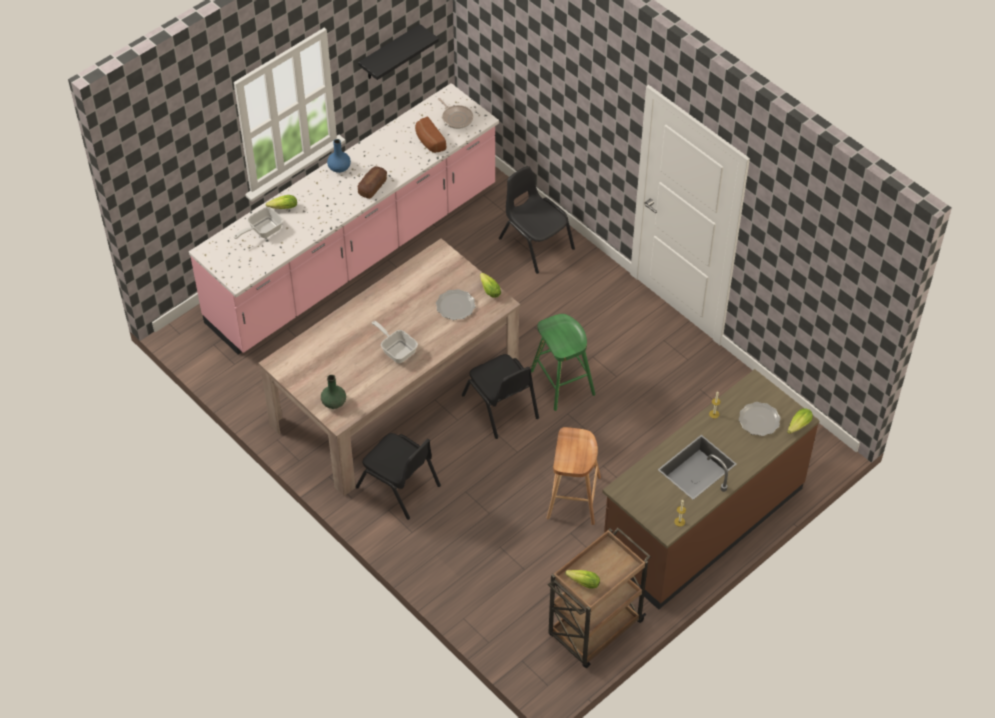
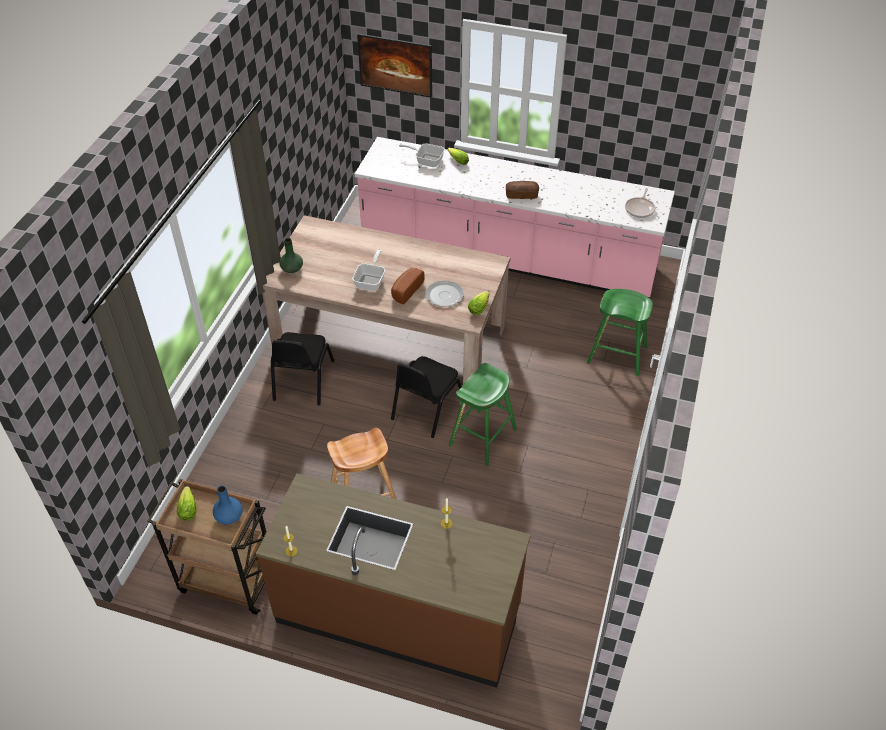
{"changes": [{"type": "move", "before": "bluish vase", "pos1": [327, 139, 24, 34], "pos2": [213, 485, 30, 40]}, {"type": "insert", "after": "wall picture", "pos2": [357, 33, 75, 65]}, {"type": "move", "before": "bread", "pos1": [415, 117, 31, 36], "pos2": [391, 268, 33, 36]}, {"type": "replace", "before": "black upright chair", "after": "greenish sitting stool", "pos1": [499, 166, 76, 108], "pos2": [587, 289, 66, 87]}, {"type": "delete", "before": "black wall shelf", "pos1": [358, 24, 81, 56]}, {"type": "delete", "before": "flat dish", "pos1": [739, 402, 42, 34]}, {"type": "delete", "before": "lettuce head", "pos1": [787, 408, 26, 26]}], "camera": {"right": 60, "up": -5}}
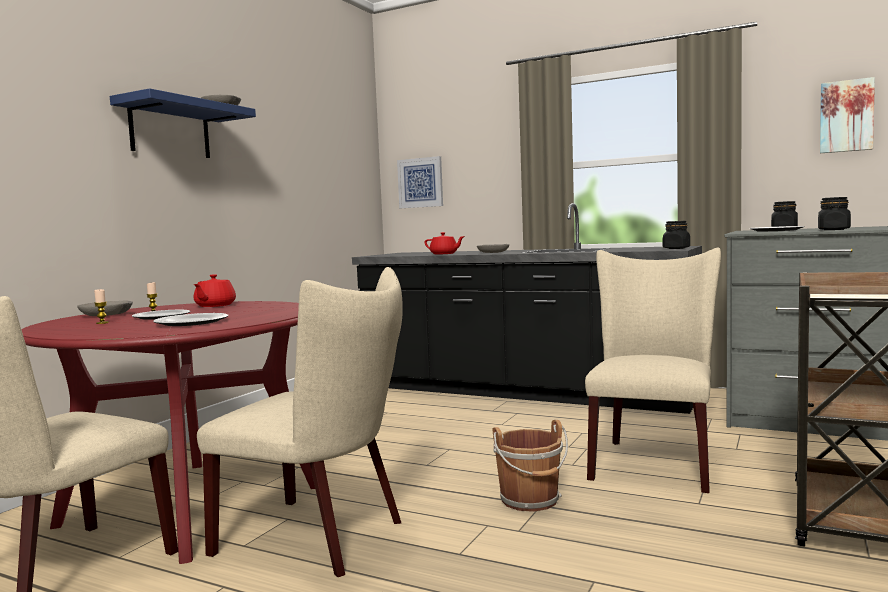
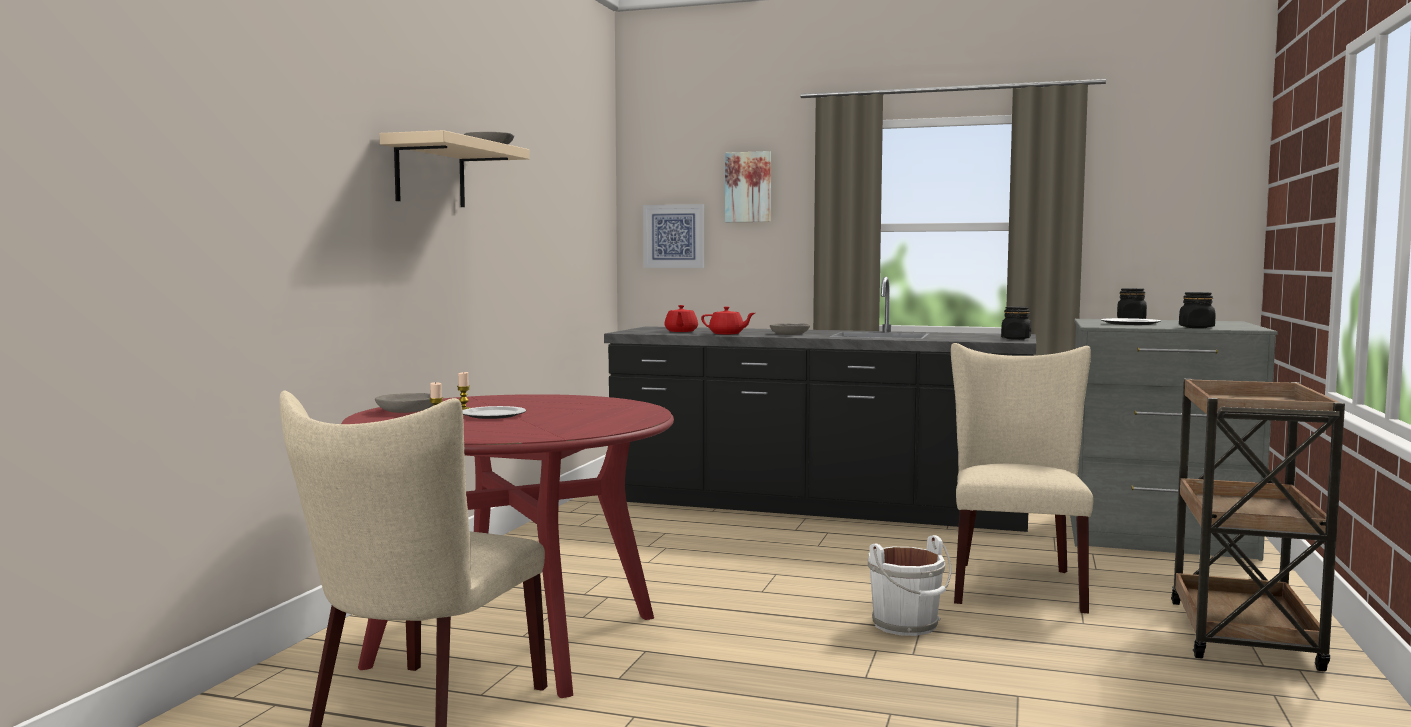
{"changes": [{"type": "recolor", "before": "bluish wall shelf", "after": "sand-coloured wall shelf", "pos1": [110, 88, 146, 70], "pos2": [379, 130, 151, 77]}, {"type": "move", "before": "reddish teapot", "pos1": [194, 274, 42, 33], "pos2": [664, 305, 34, 27]}, {"type": "move", "before": "wall picture", "pos1": [820, 77, 55, 76], "pos2": [725, 151, 46, 71]}, {"type": "recolor", "before": "brown-coloured bucket", "after": "whitish bucket", "pos1": [493, 420, 75, 92], "pos2": [868, 535, 84, 101]}, {"type": "delete", "before": "flat dish", "pos1": [153, 313, 75, 13]}, {"type": "delete", "before": "sand-coloured upright chair", "pos1": [197, 267, 206, 310]}], "camera": {"right": -10, "up": 0}}
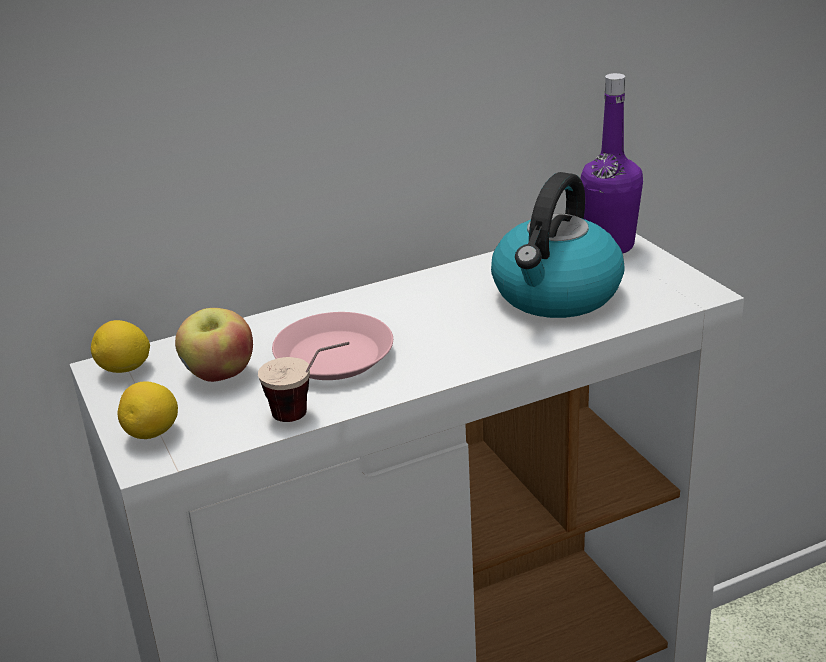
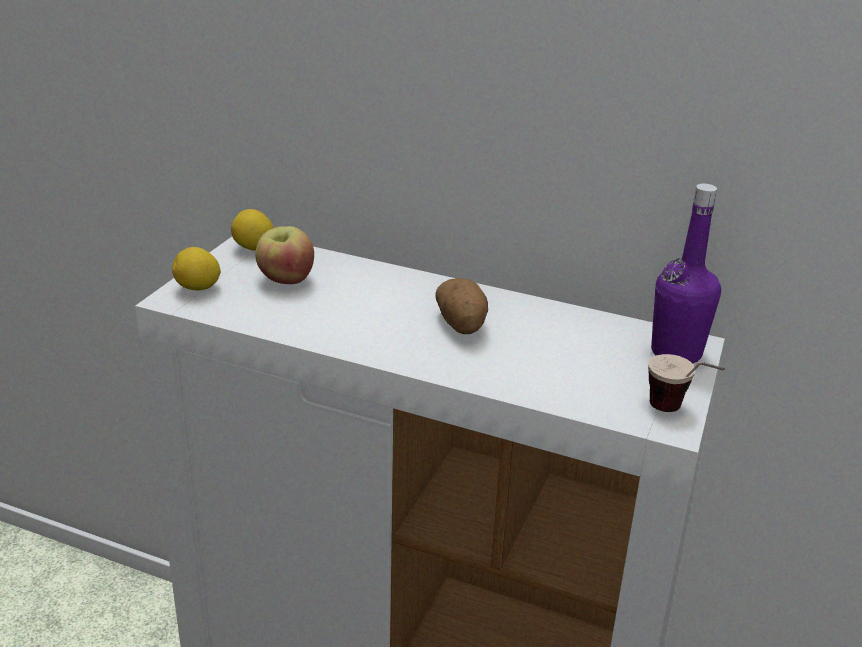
{"changes": [{"type": "insert", "after": "whole potato", "pos2": [435, 278, 53, 56]}, {"type": "move", "before": "cup", "pos1": [258, 342, 92, 80], "pos2": [648, 354, 77, 58]}, {"type": "delete", "before": "pinkish flat dish", "pos1": [272, 312, 121, 68]}, {"type": "delete", "before": "tea kettle", "pos1": [491, 172, 134, 146]}], "camera": {"right": 45, "up": 0}}
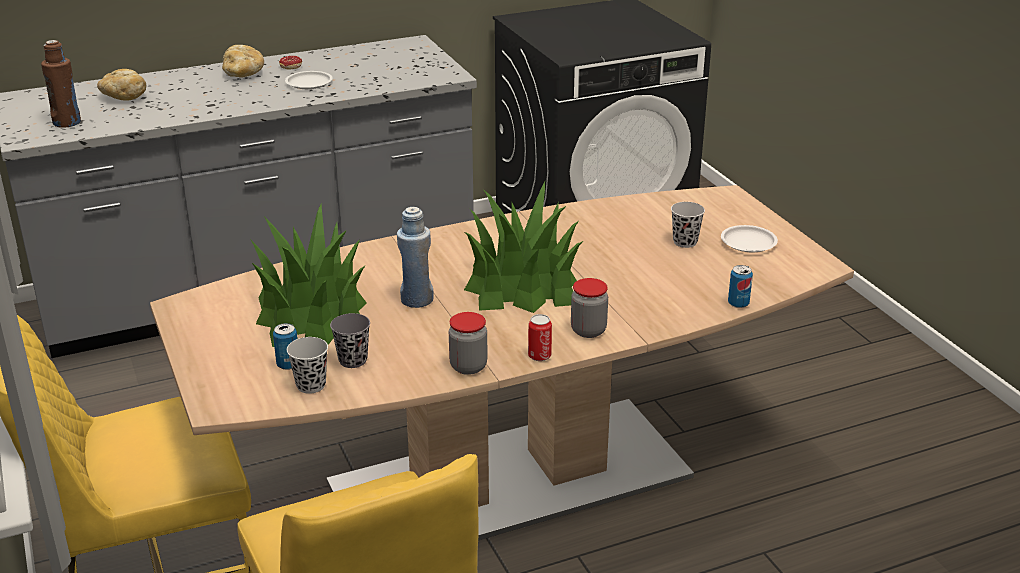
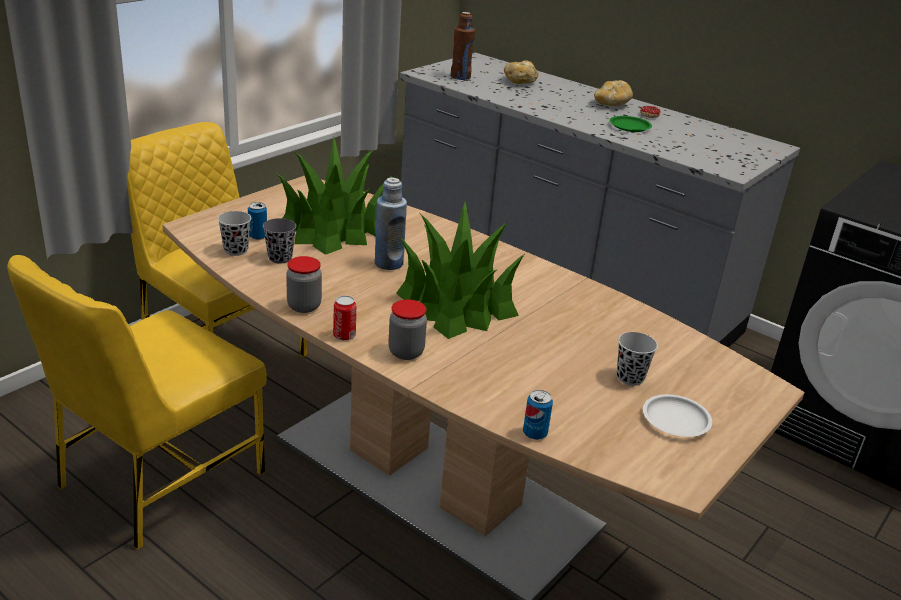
{"changes": [{"type": "recolor", "before": "whitish flat dish", "after": "greenish flat dish", "pos1": [285, 71, 48, 18], "pos2": [609, 116, 43, 16]}], "camera": {"right": 60, "up": 0}}
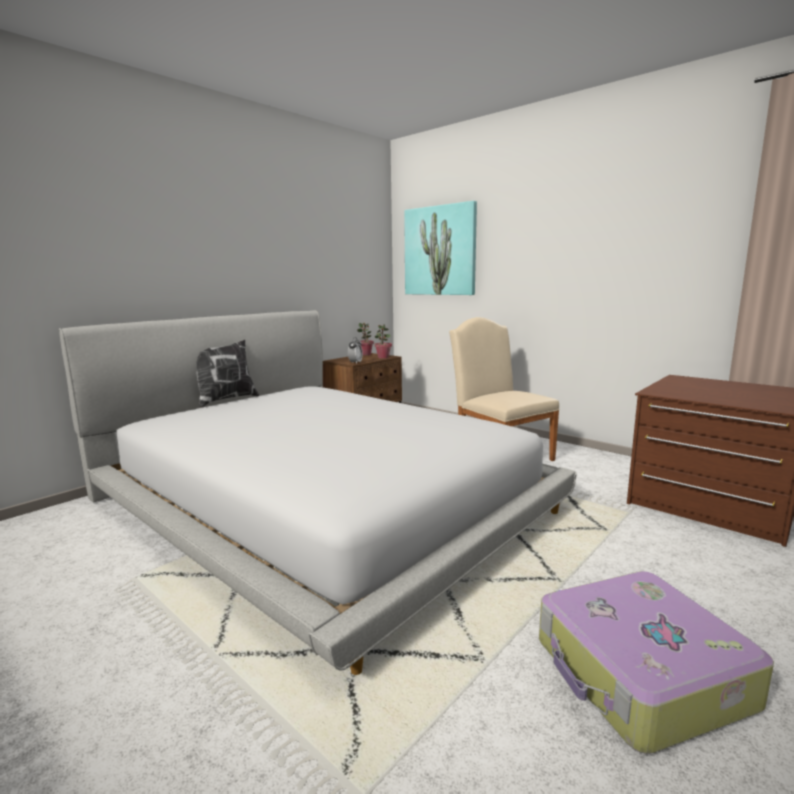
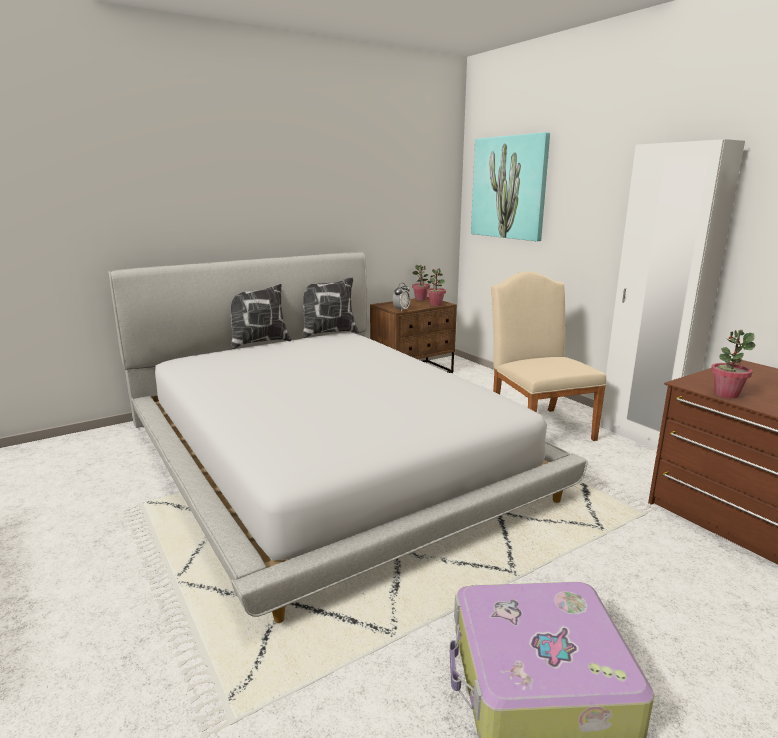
{"changes": [{"type": "insert", "after": "pillow", "pos2": [303, 277, 56, 61]}, {"type": "insert", "after": "whitish clothes cupboard", "pos2": [600, 139, 145, 311]}, {"type": "insert", "after": "houseplant", "pos2": [711, 330, 45, 68]}], "camera": {"right": 15, "up": 5}}
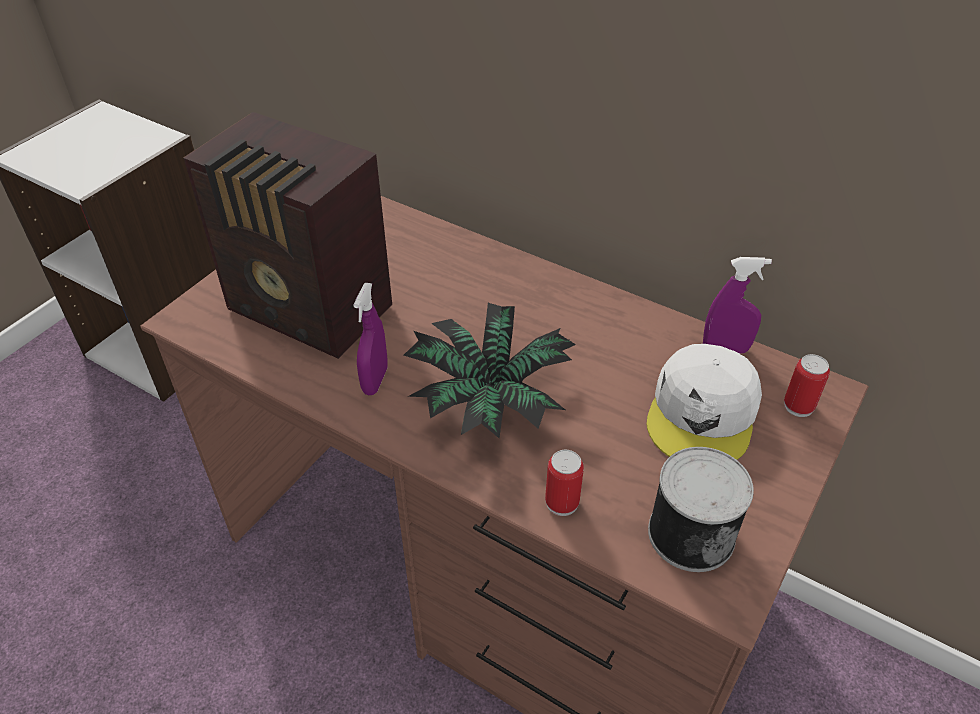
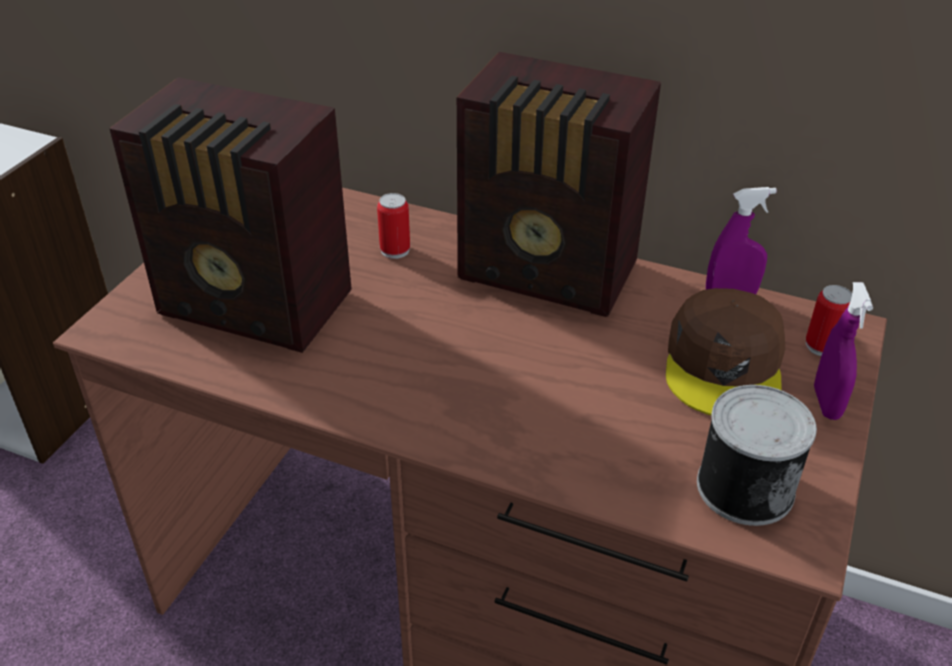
{"changes": [{"type": "move", "before": "metal can", "pos1": [545, 450, 39, 66], "pos2": [377, 193, 33, 66]}, {"type": "insert", "after": "radio set", "pos2": [456, 52, 205, 265]}, {"type": "recolor", "before": "whitish baseball cap", "after": "brown-coloured baseball cap", "pos1": [646, 344, 116, 116], "pos2": [666, 288, 119, 128]}, {"type": "move", "before": "purplish hand sprayer", "pos1": [354, 283, 33, 112], "pos2": [814, 282, 59, 138]}, {"type": "delete", "before": "houseplant", "pos1": [404, 303, 172, 135]}], "camera": {"right": -10, "up": -5}}
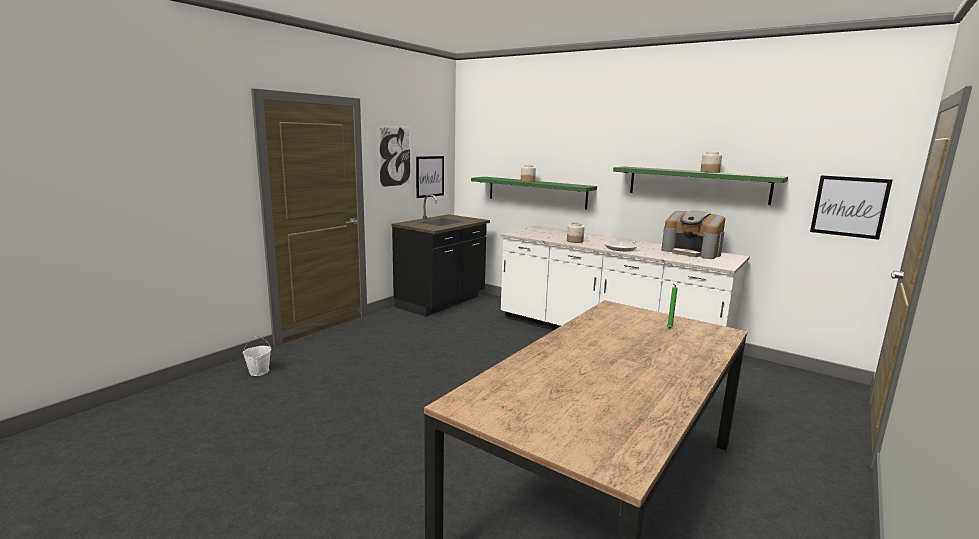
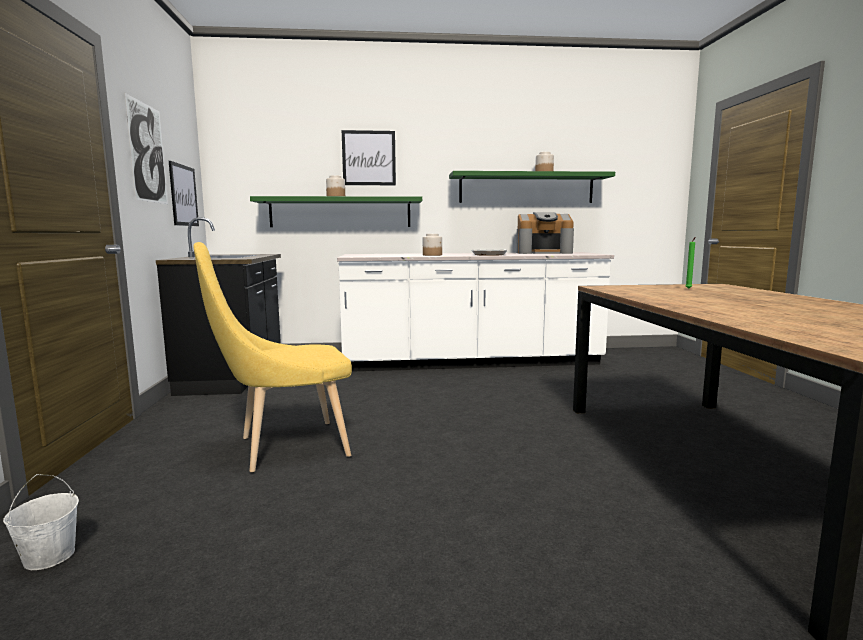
{"changes": [{"type": "insert", "after": "yellow-coloured upright chair", "pos2": [193, 242, 159, 230]}, {"type": "move", "before": "wall picture", "pos1": [810, 175, 82, 65], "pos2": [342, 130, 54, 55]}], "camera": {"right": -40, "up": -5}}
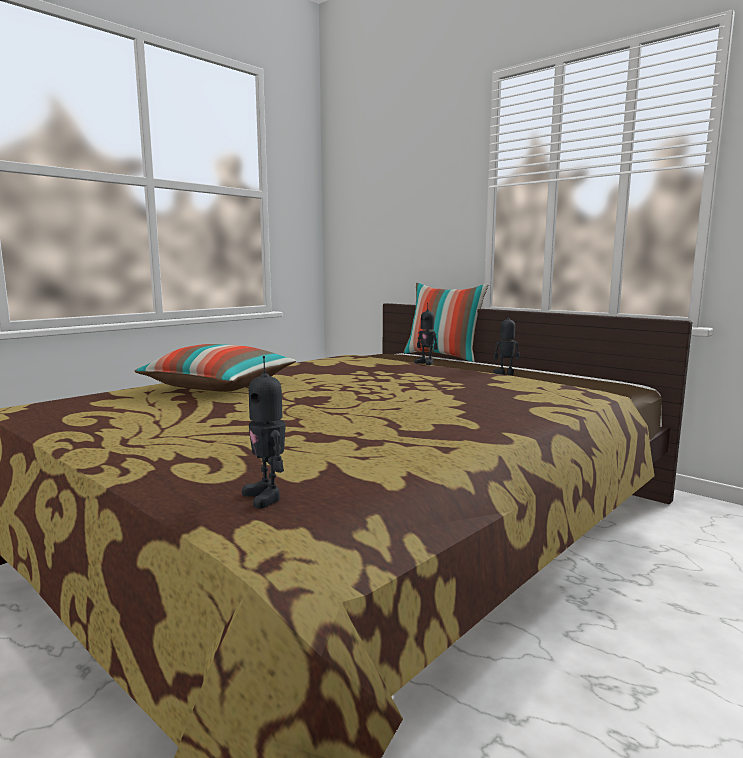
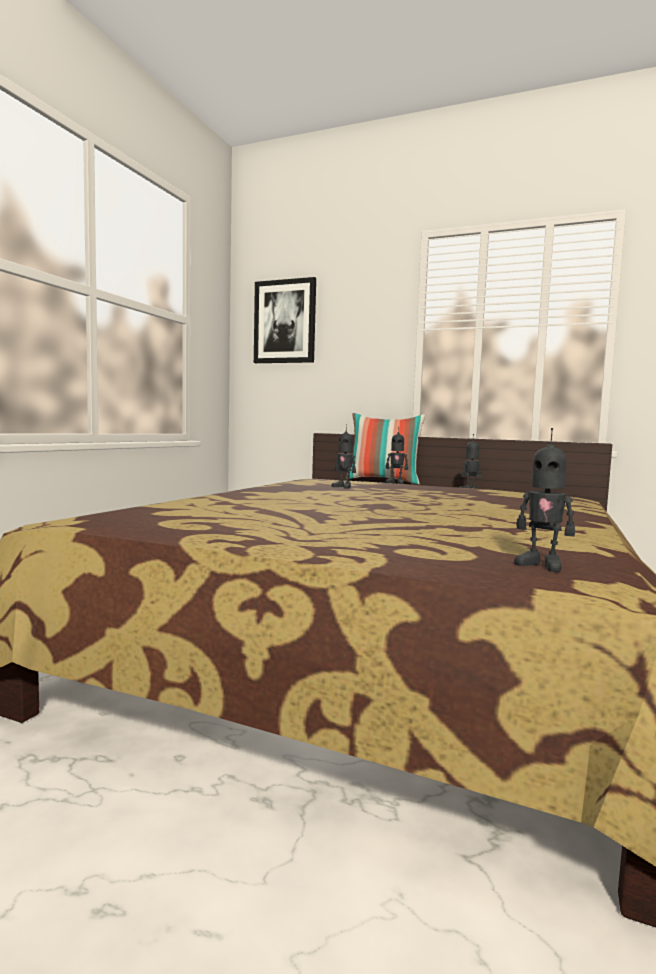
{"changes": [{"type": "insert", "after": "wall picture", "pos2": [254, 277, 62, 86]}, {"type": "insert", "after": "model robot", "pos2": [332, 424, 24, 65]}, {"type": "delete", "before": "pillow", "pos1": [134, 344, 162, 48]}], "camera": {"right": -20, "up": -5}}
